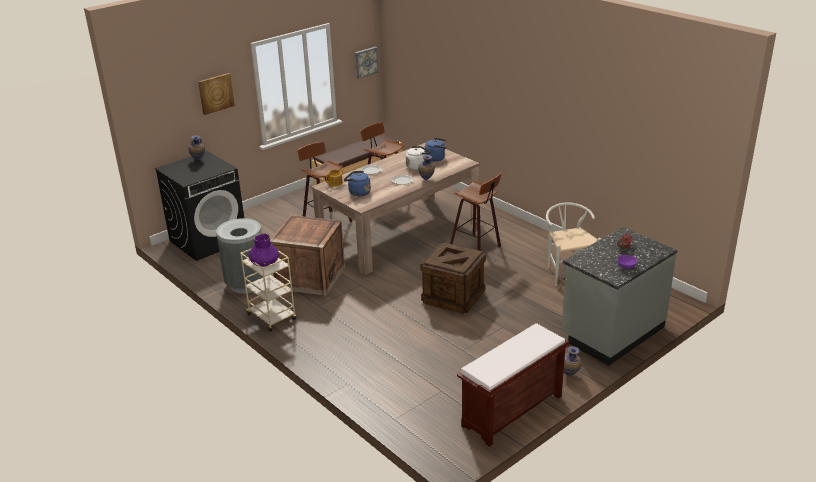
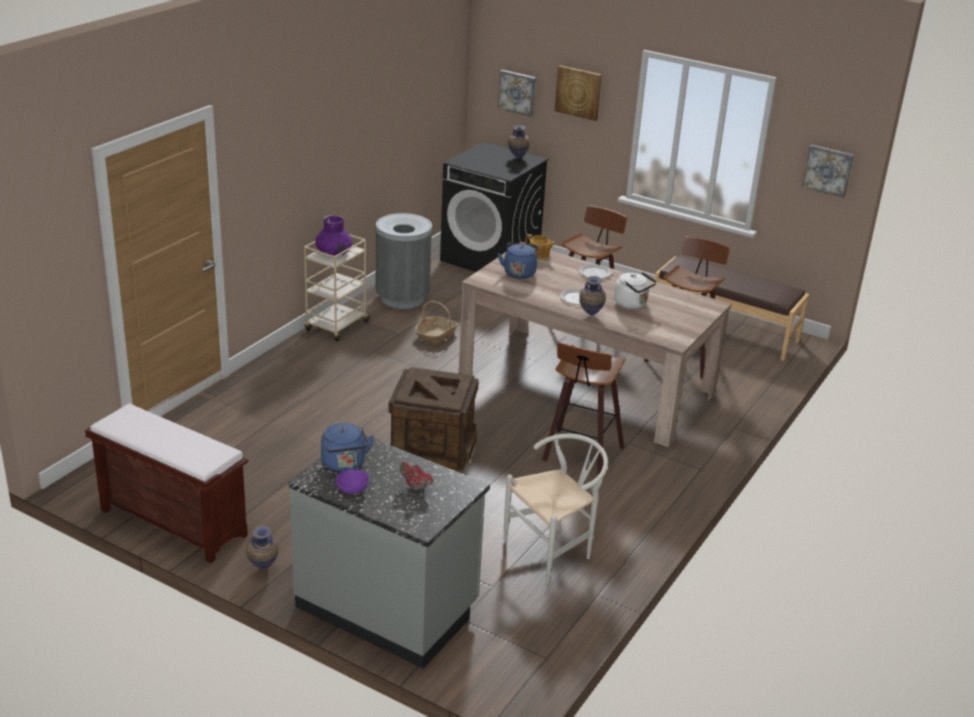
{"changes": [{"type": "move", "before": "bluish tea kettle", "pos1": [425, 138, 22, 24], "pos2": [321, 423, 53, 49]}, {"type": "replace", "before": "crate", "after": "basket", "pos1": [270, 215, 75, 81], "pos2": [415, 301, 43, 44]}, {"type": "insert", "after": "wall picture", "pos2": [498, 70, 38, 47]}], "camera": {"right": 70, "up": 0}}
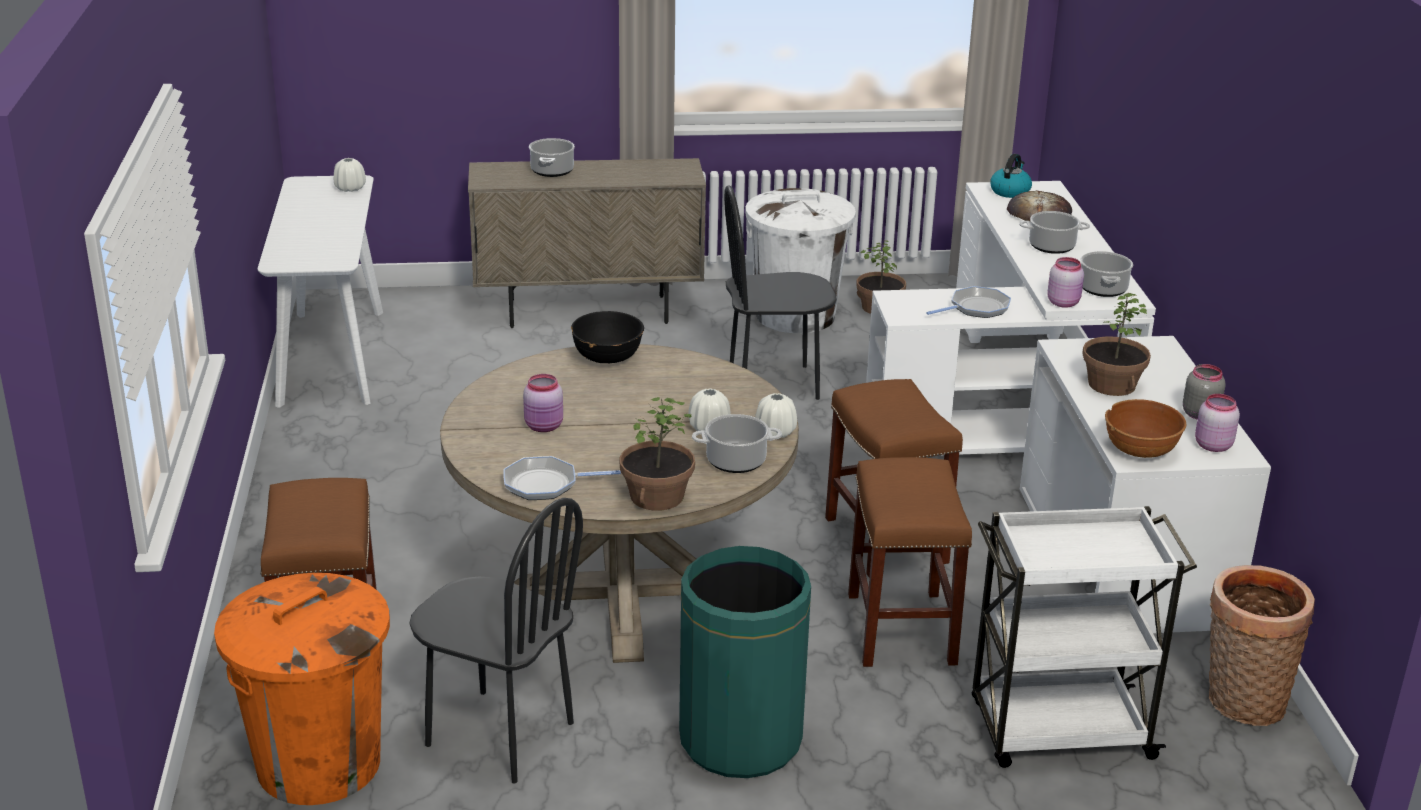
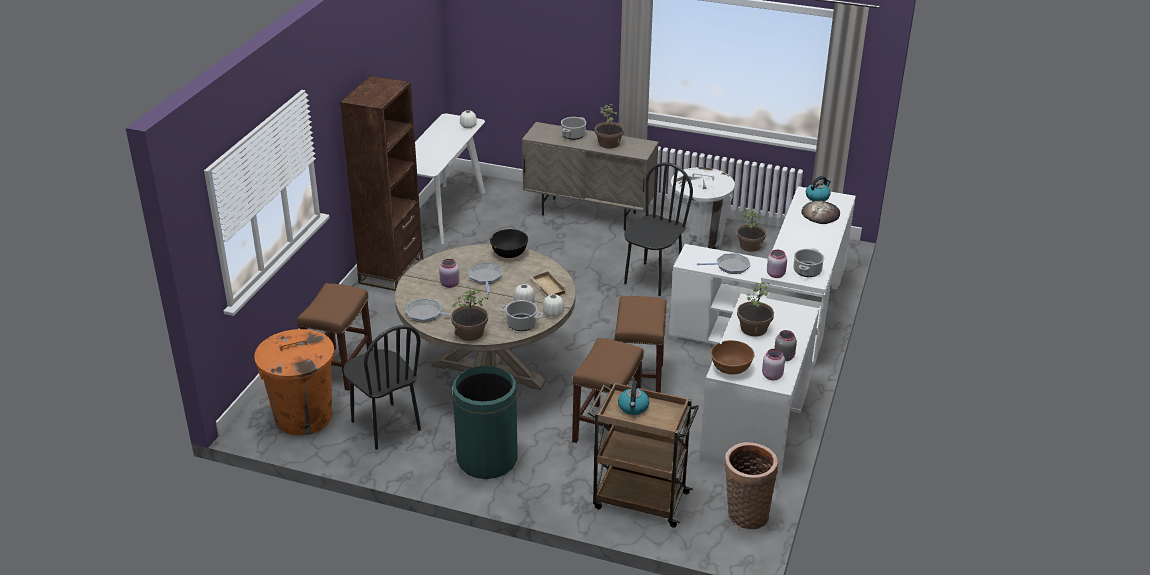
{"changes": [{"type": "insert", "after": "brown-coloured bookcase", "pos2": [340, 76, 83, 215]}, {"type": "insert", "after": "pan", "pos2": [468, 263, 34, 32]}, {"type": "insert", "after": "sand-coloured tray", "pos2": [531, 271, 36, 25]}, {"type": "recolor", "before": "whitish cart", "after": "brown-coloured cart", "pos1": [972, 506, 225, 262], "pos2": [588, 382, 111, 146]}, {"type": "insert", "after": "houseplant", "pos2": [595, 104, 29, 44]}, {"type": "insert", "after": "tea kettle", "pos2": [618, 381, 31, 34]}, {"type": "rotate", "before": "black upright chair", "pos1": [724, 185, 113, 215], "pos2": [624, 162, 69, 134], "turn": 105}, {"type": "delete", "before": "cooking pot", "pos1": [1019, 211, 71, 43]}], "camera": {"right": 25, "up": 5}}
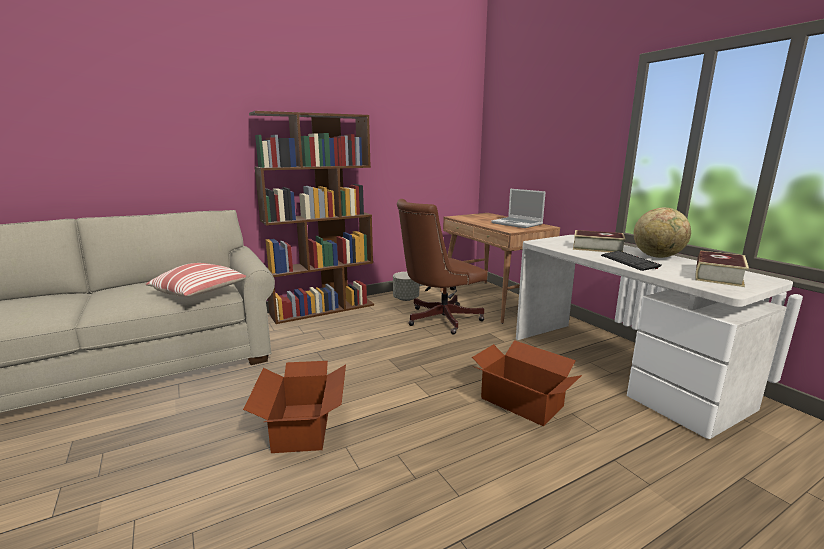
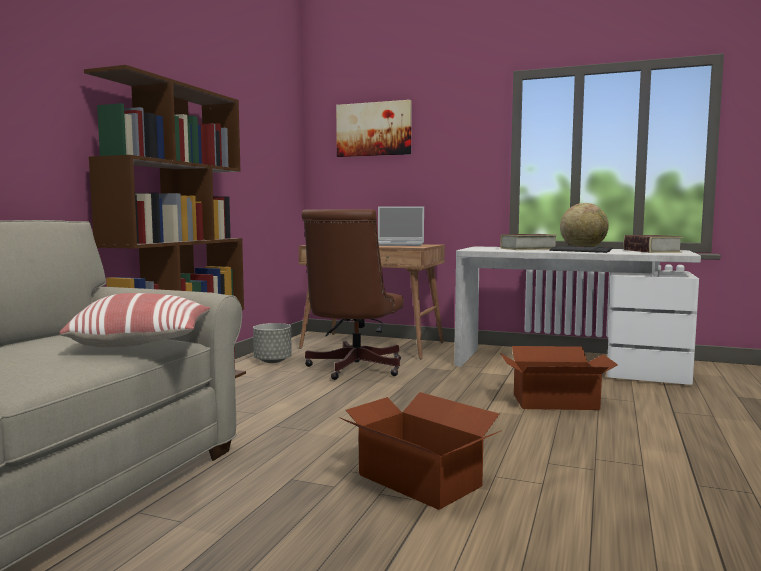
{"changes": [{"type": "insert", "after": "wall picture", "pos2": [336, 100, 76, 57]}], "camera": {"right": -40, "up": -10}}
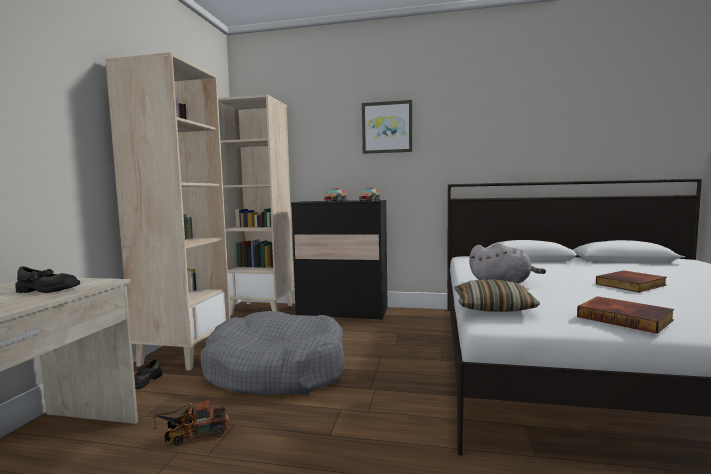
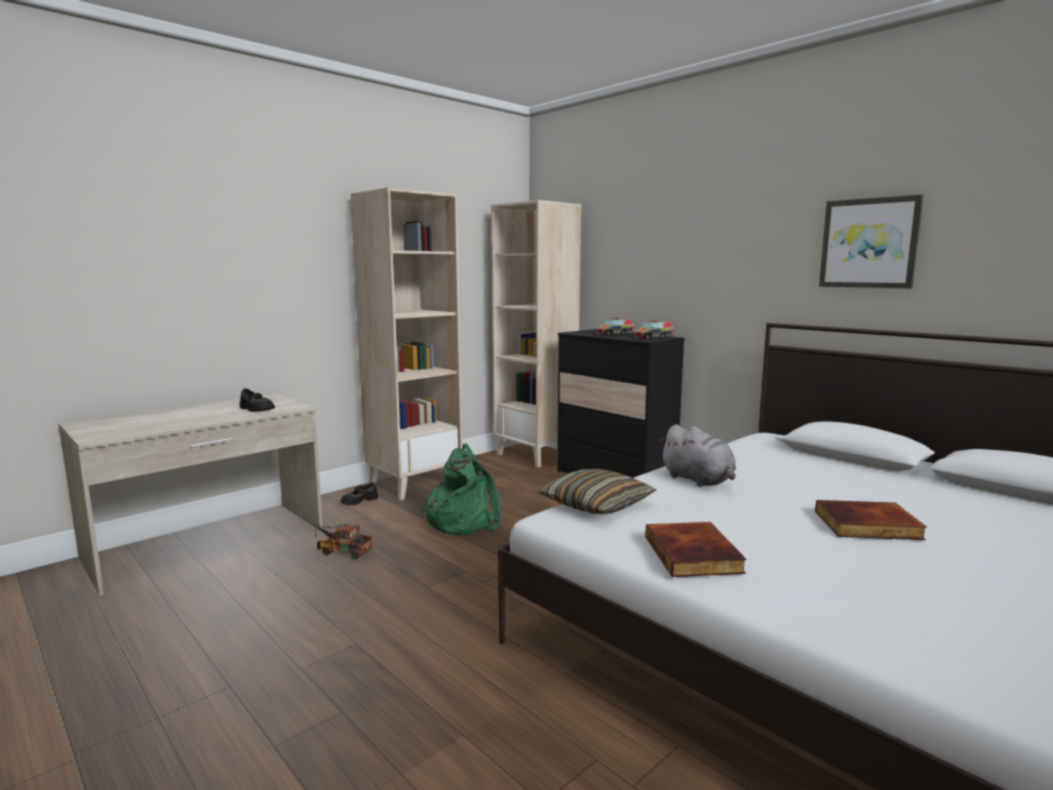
{"changes": [{"type": "replace", "before": "greyish dog cushion", "after": "greenish knapsack", "pos1": [200, 311, 145, 84], "pos2": [421, 443, 81, 93]}, {"type": "move", "before": "wall picture", "pos1": [362, 100, 50, 54], "pos2": [819, 195, 104, 93]}], "camera": {"right": 35, "up": 5}}
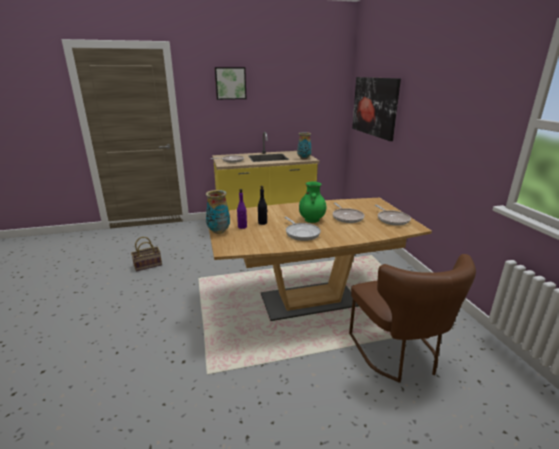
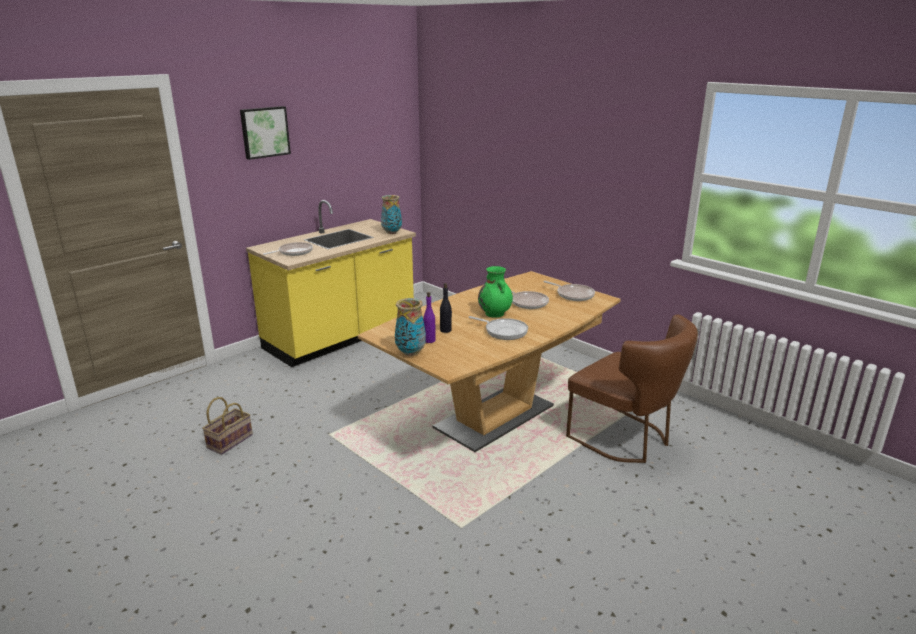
{"changes": [{"type": "delete", "before": "wall picture", "pos1": [352, 77, 49, 64]}], "camera": {"right": -30, "up": 0}}
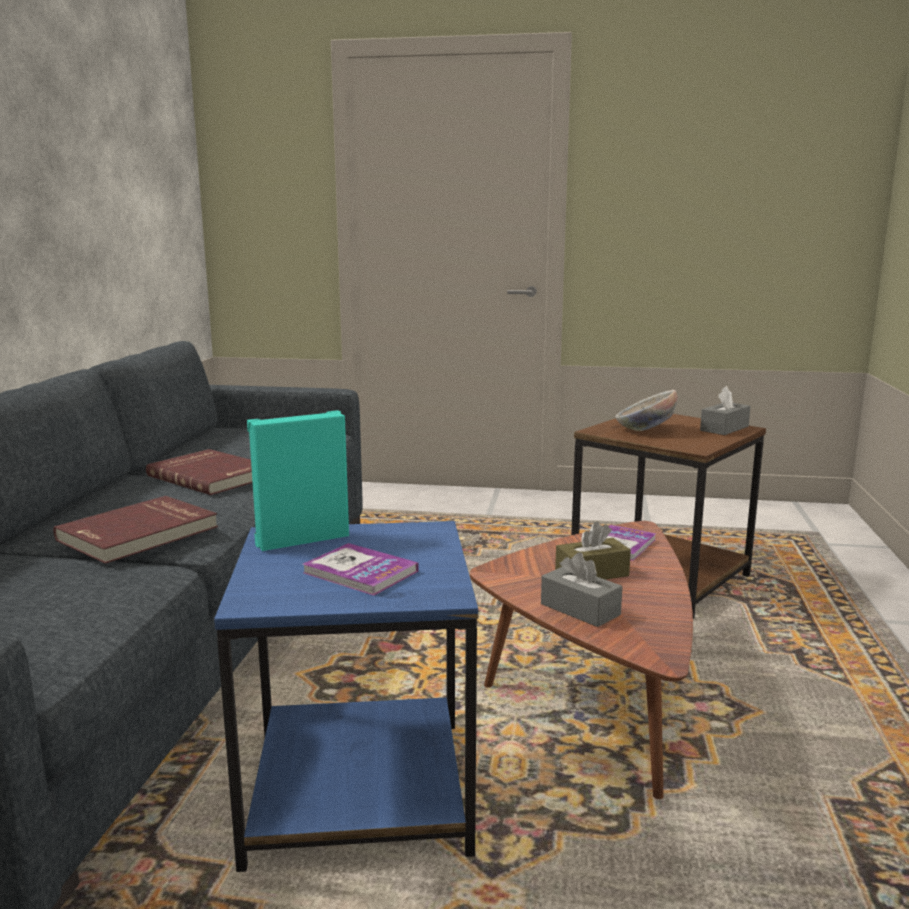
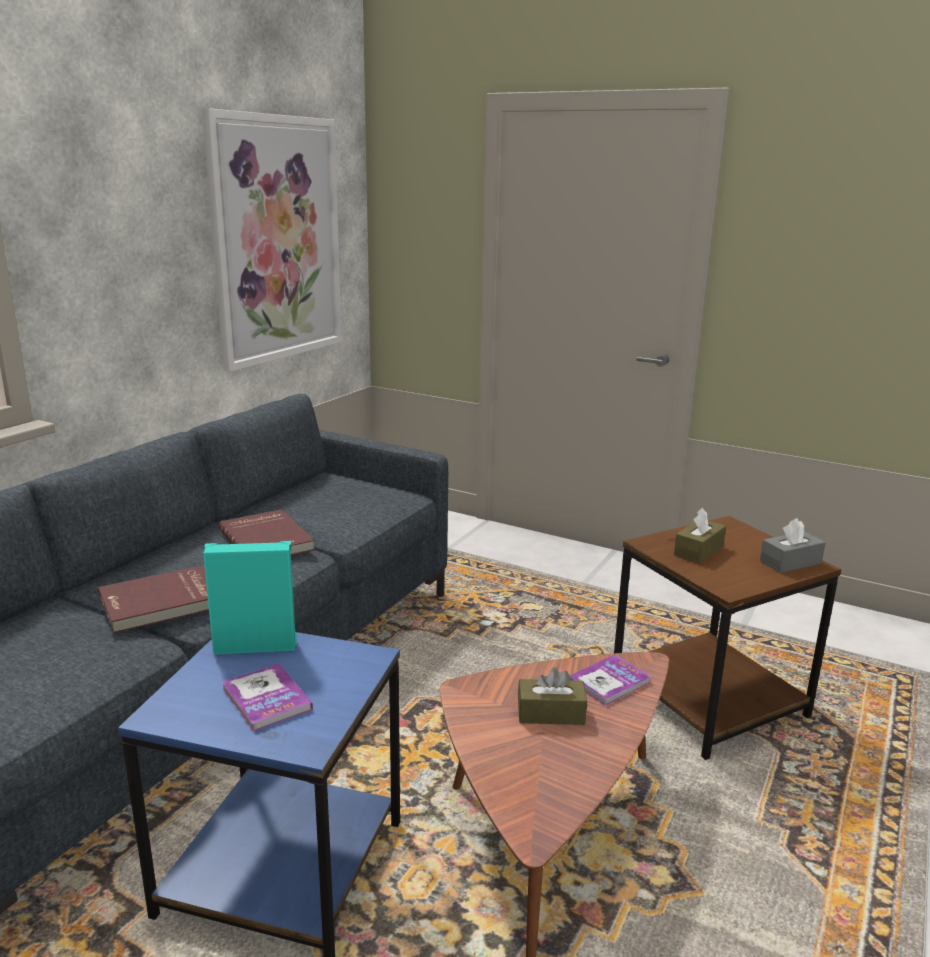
{"changes": [{"type": "insert", "after": "wall picture", "pos2": [202, 108, 140, 264]}, {"type": "replace", "before": "bowl", "after": "brown-coloured tissue holder", "pos1": [616, 390, 62, 41], "pos2": [674, 508, 52, 56]}, {"type": "delete", "before": "greyish tissue holder", "pos1": [541, 552, 81, 75]}], "camera": {"right": 20, "up": 5}}
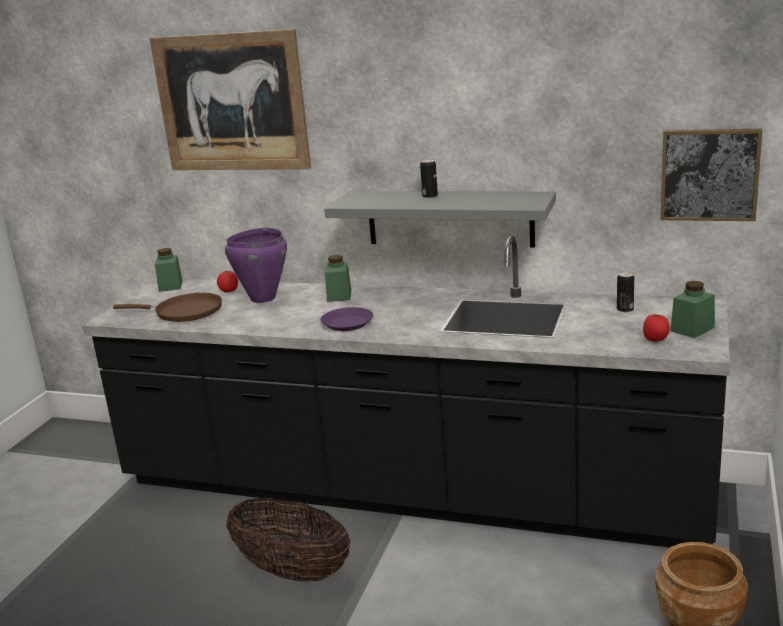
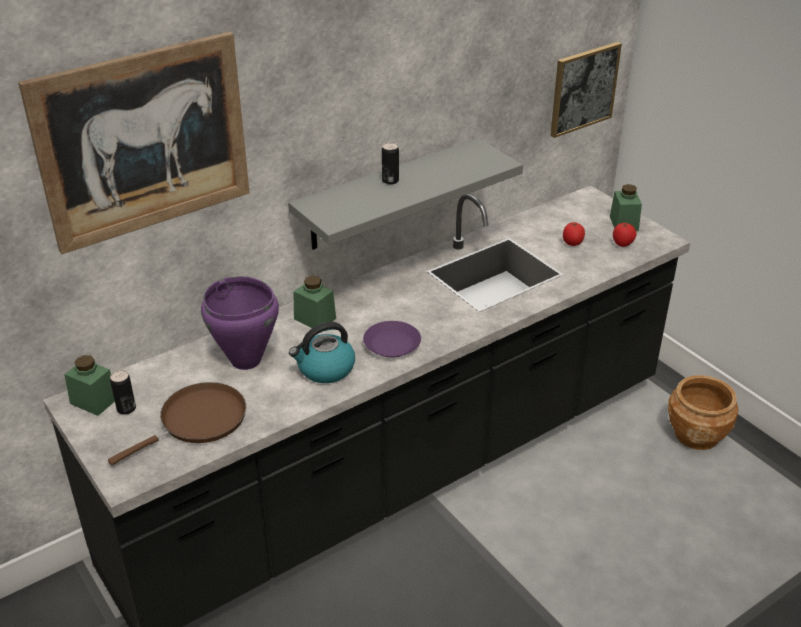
{"changes": [{"type": "move", "before": "metal can", "pos1": [617, 271, 17, 41], "pos2": [110, 370, 26, 45]}, {"type": "insert", "after": "tea kettle", "pos2": [289, 322, 66, 61]}, {"type": "move", "before": "fresh tomato", "pos1": [217, 270, 21, 22], "pos2": [563, 222, 22, 24]}, {"type": "delete", "before": "basket", "pos1": [226, 497, 124, 85]}], "camera": {"right": -55, "up": 15}}
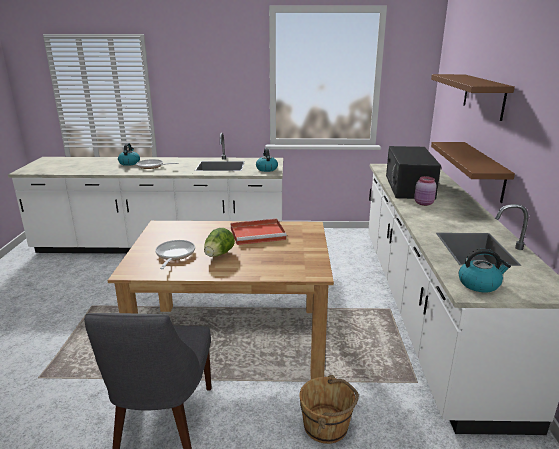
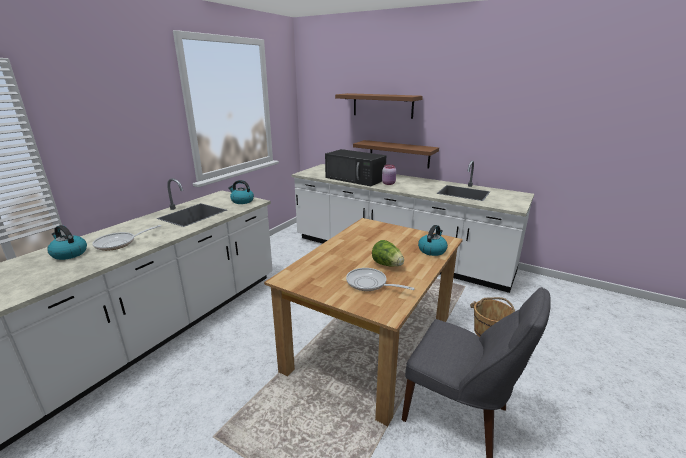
{"changes": [{"type": "move", "before": "tea kettle", "pos1": [459, 249, 52, 43], "pos2": [418, 225, 30, 31]}, {"type": "delete", "before": "reddish tray", "pos1": [231, 219, 56, 26]}], "camera": {"right": -60, "up": 0}}
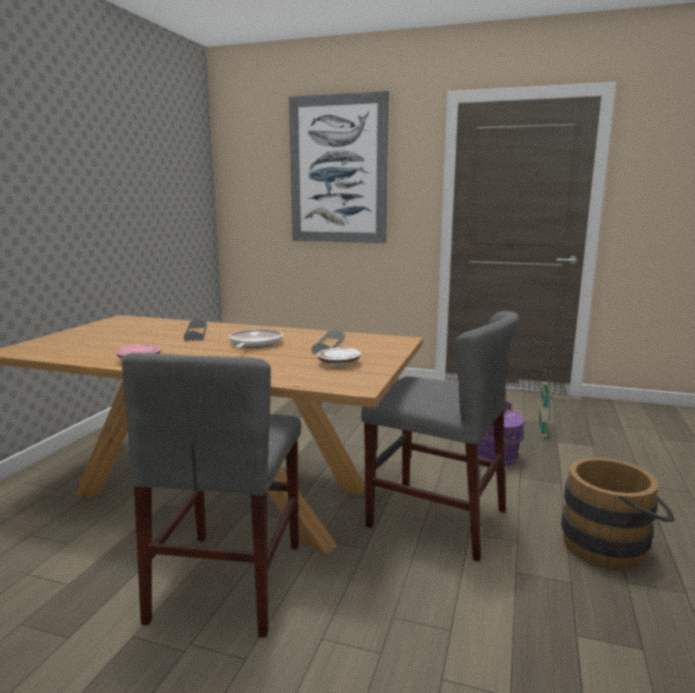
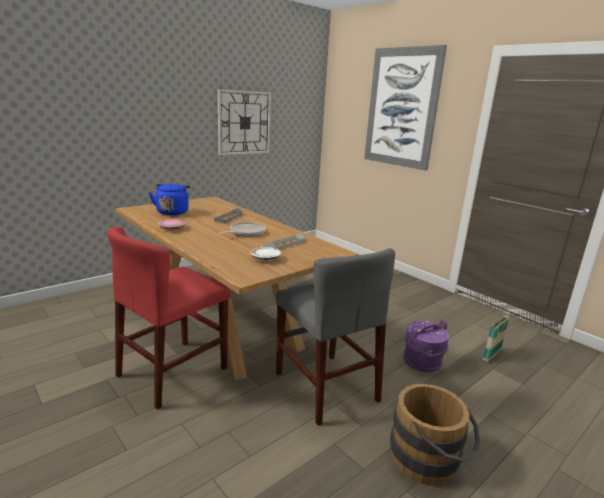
{"changes": [{"type": "recolor", "before": "greyish upright chair", "after": "reddish upright chair", "pos1": [122, 353, 179, 285], "pos2": [107, 227, 124, 182]}, {"type": "insert", "after": "bluish tea kettle", "pos2": [149, 183, 41, 32]}, {"type": "insert", "after": "wall clock", "pos2": [218, 89, 53, 66]}], "camera": {"right": 30, "up": 5}}
